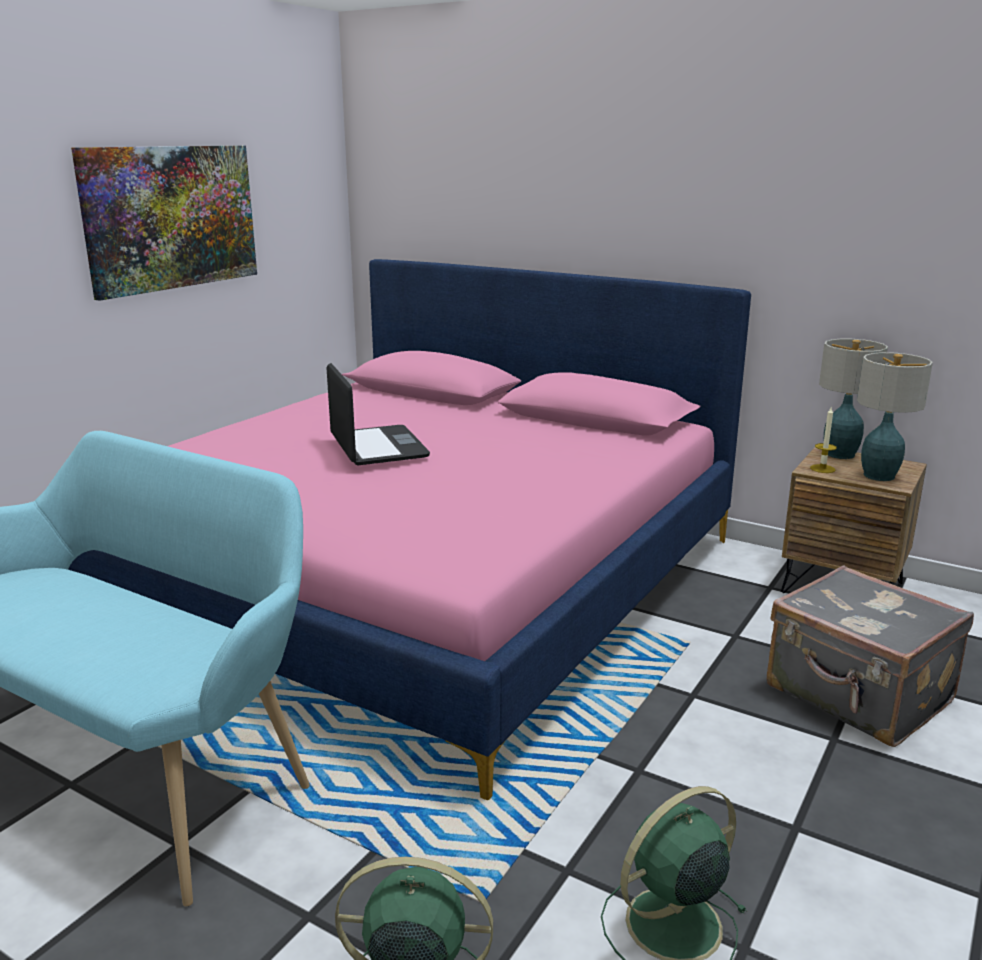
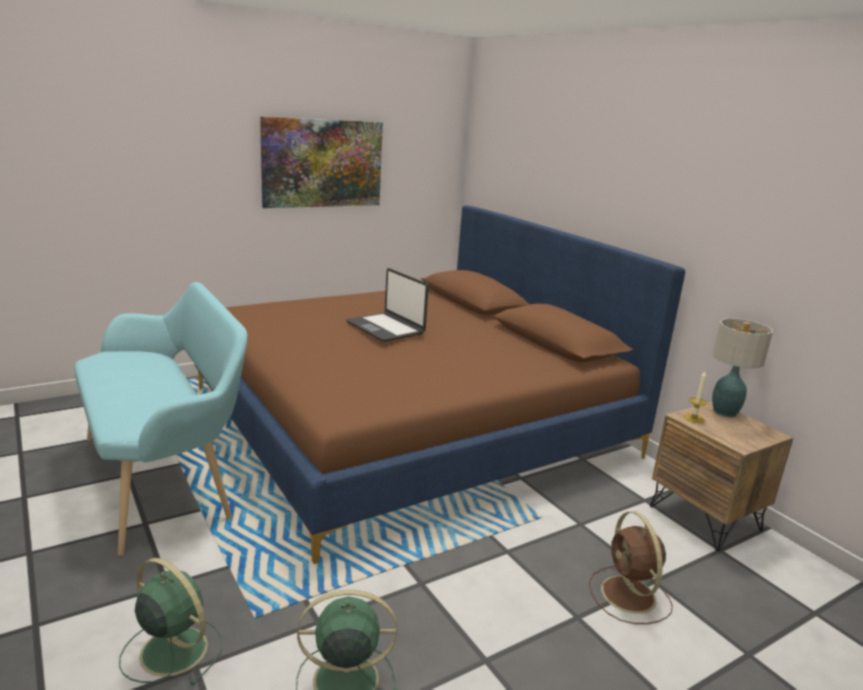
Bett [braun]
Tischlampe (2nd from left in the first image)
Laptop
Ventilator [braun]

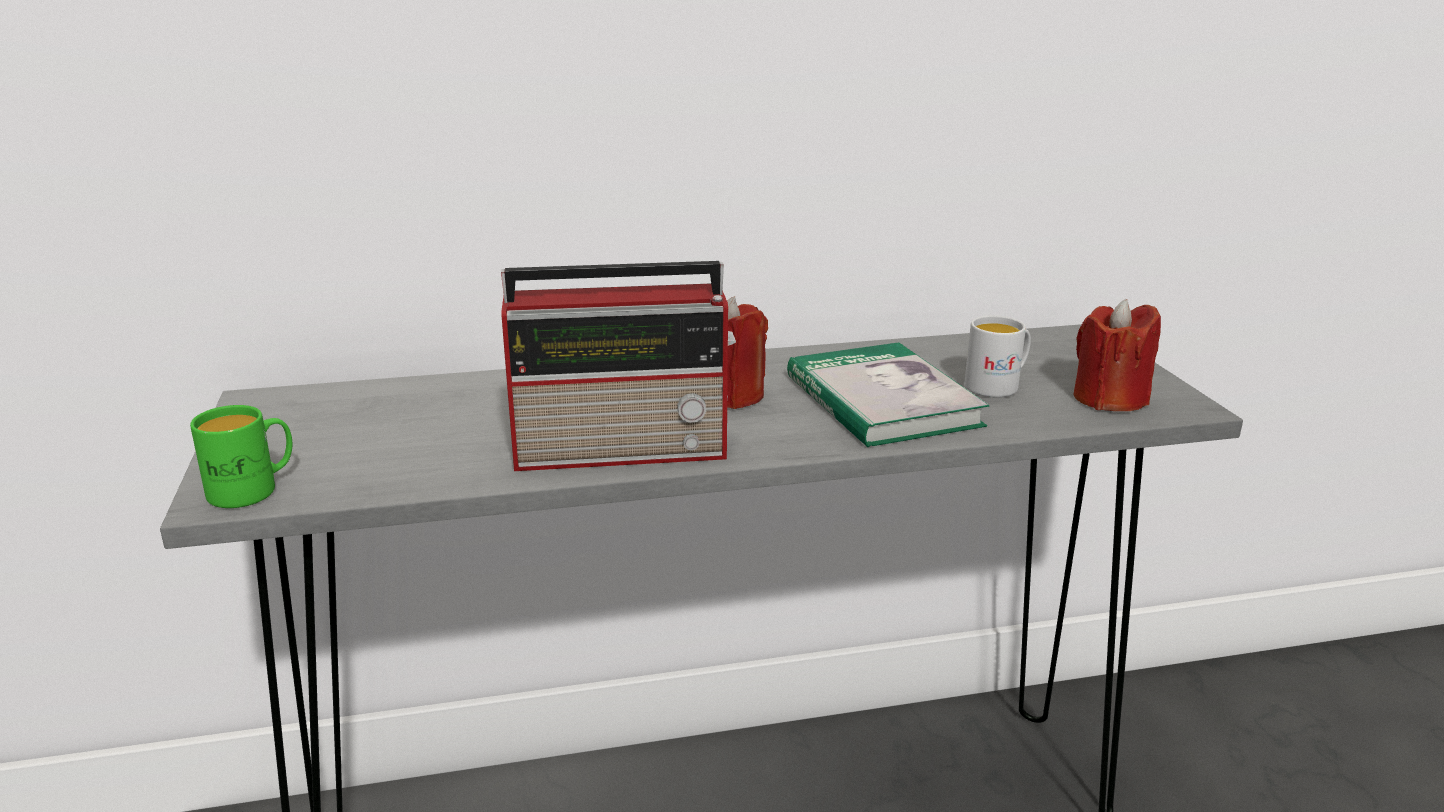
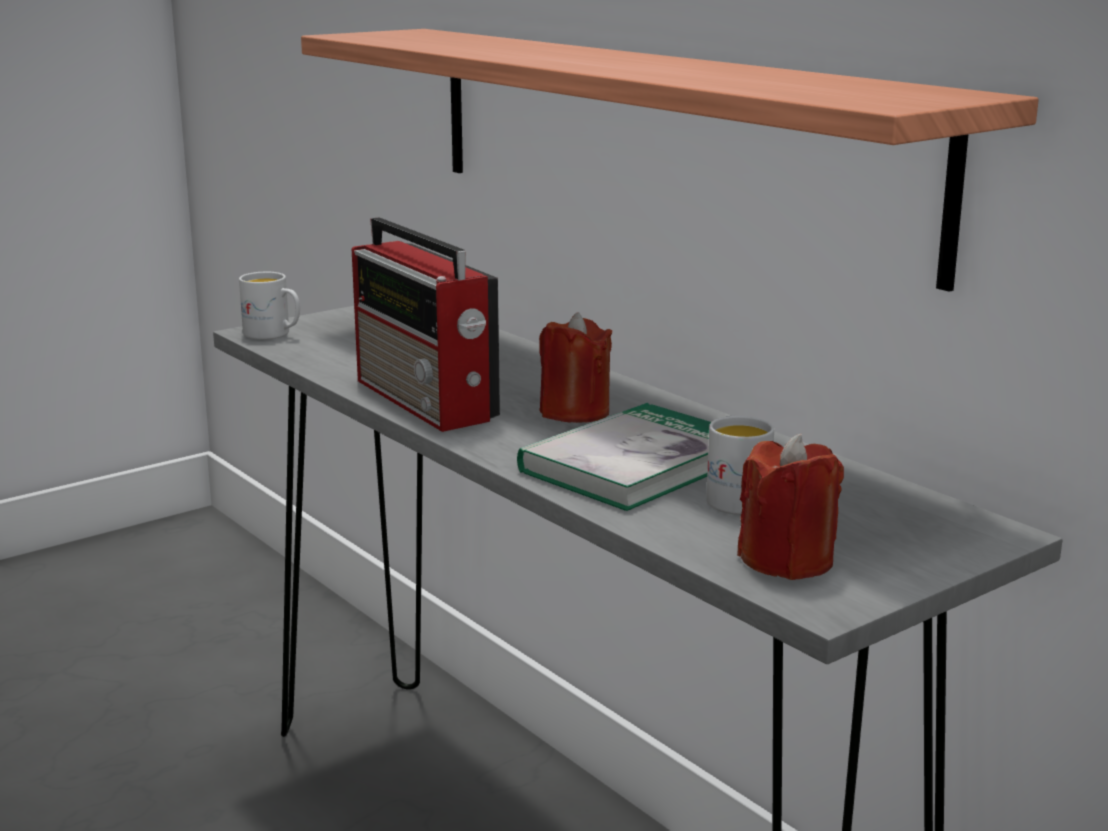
Henkelbecher [weiß] (1st from left)
Wandregal

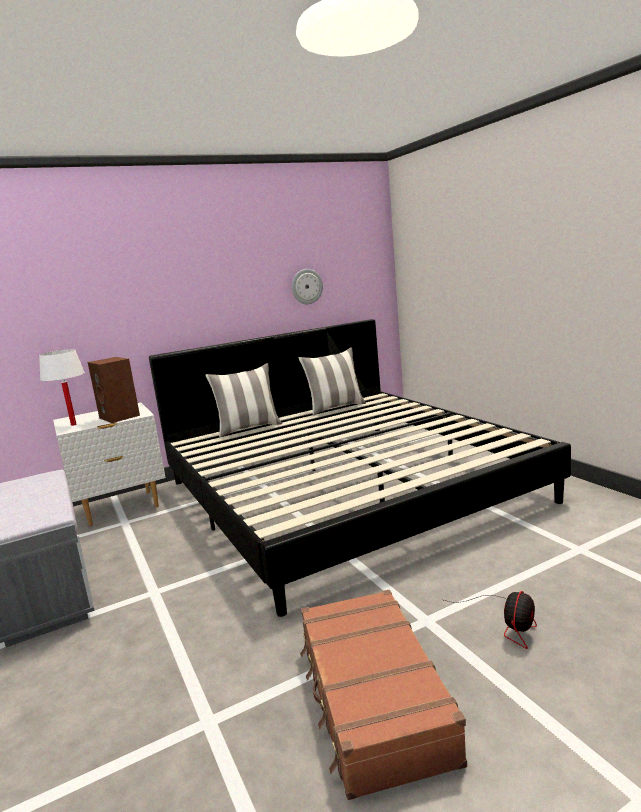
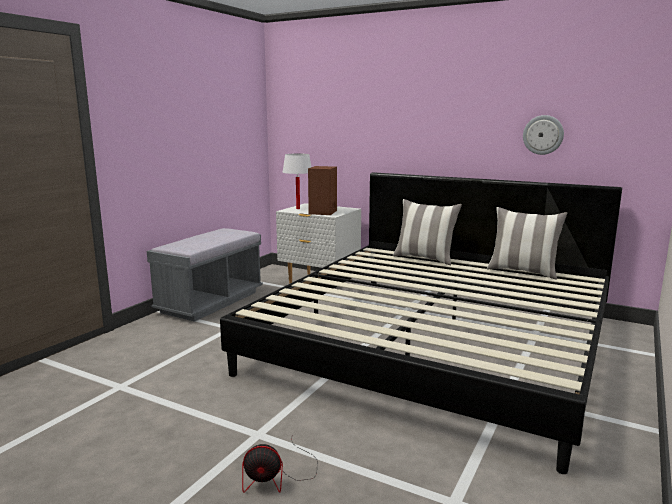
Koffer [braun]

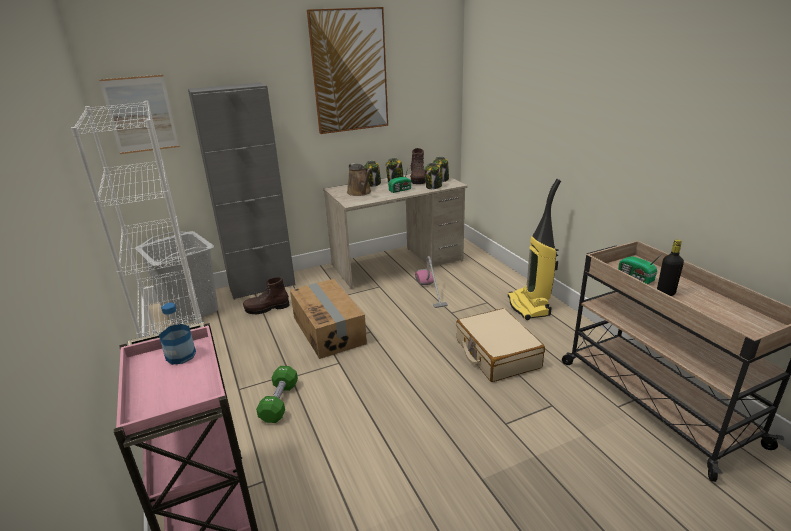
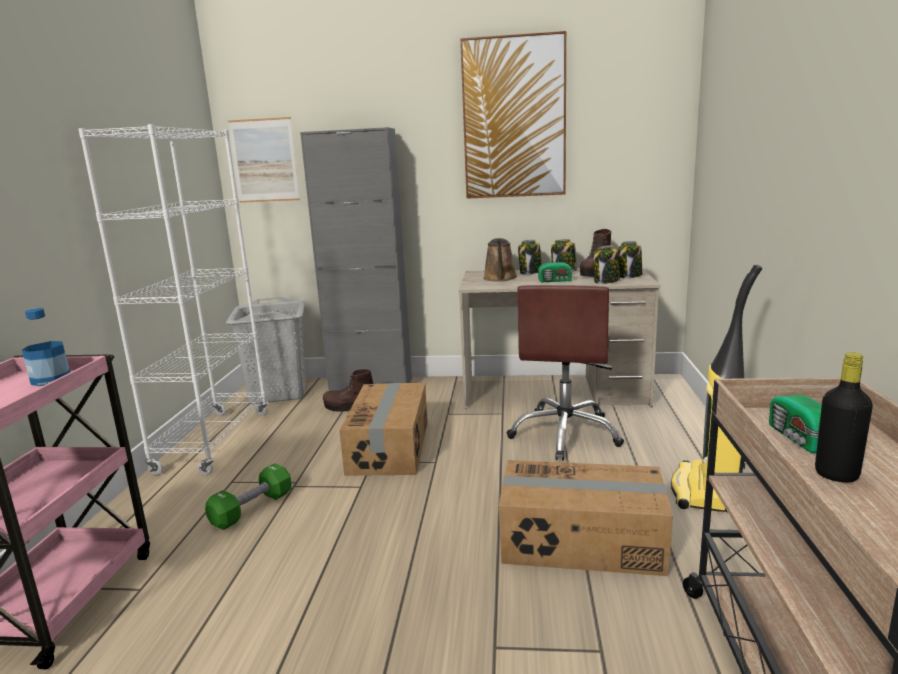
Bürostuhl [braun]
Karton (2nd from left)

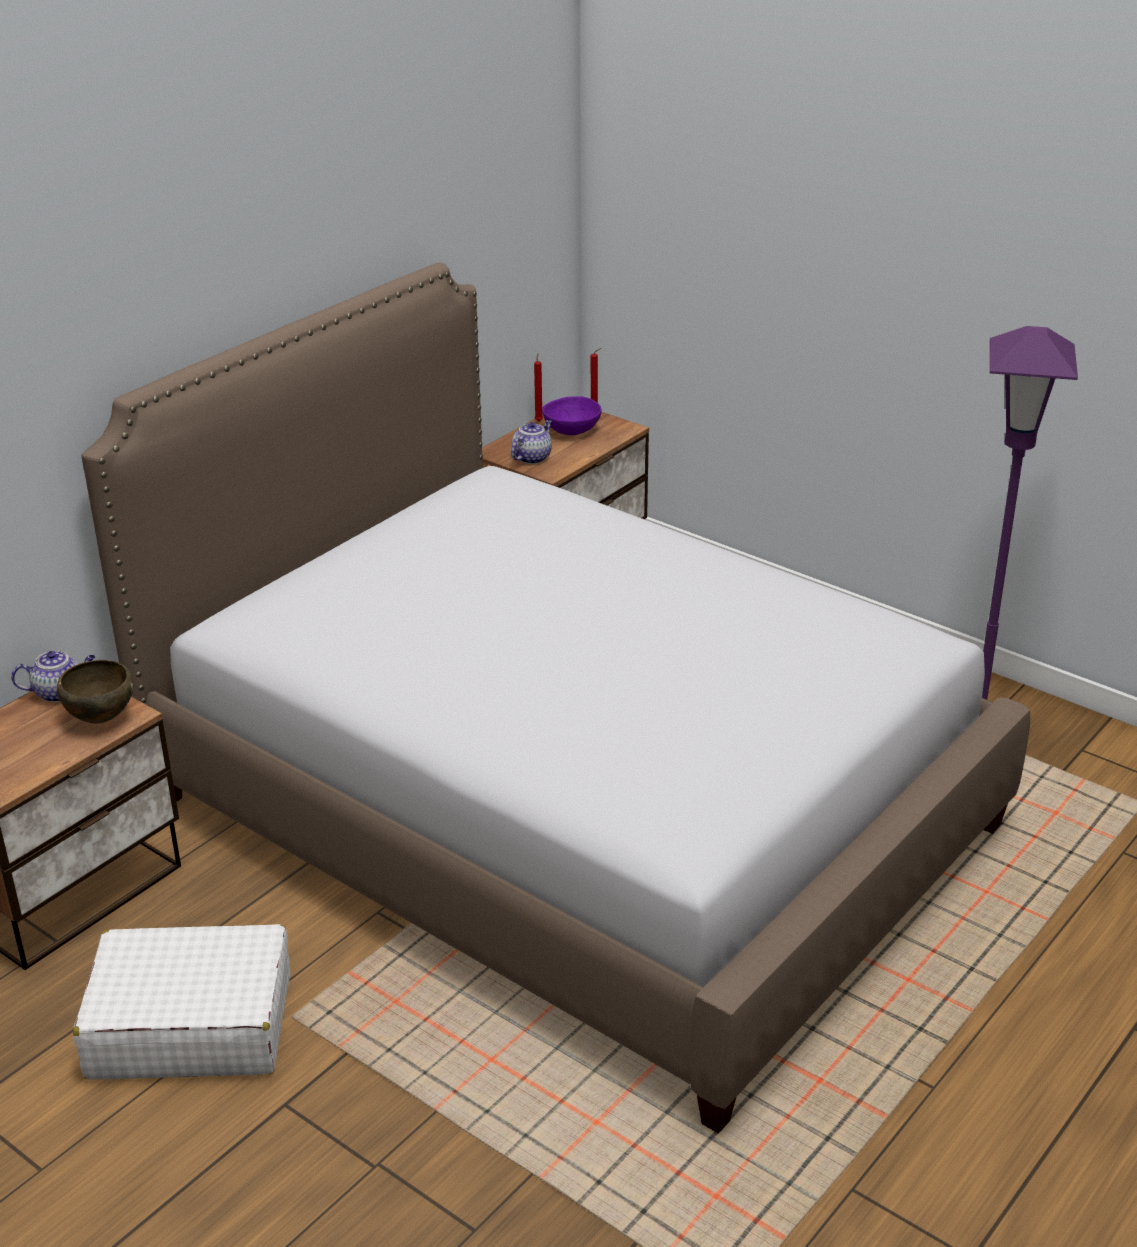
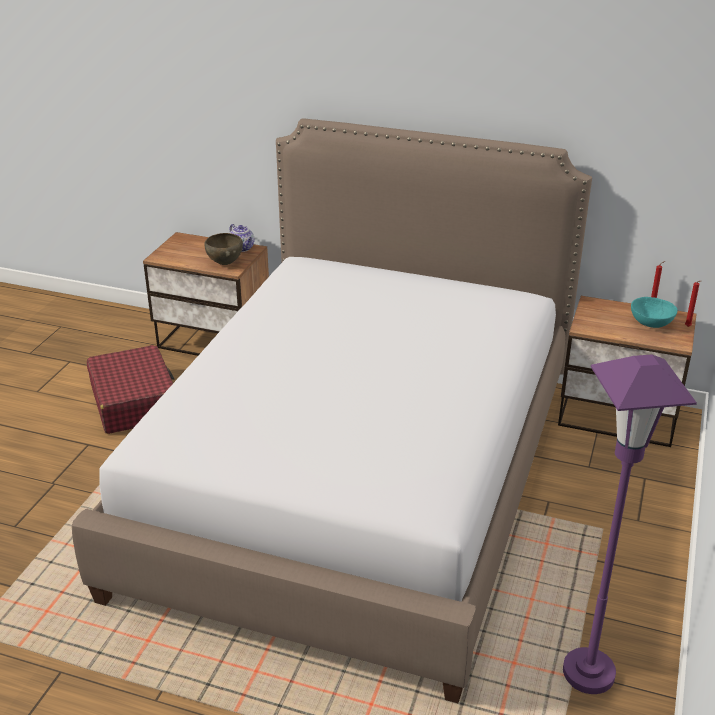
Schüssel [türkis]
Teekanne (2nd from left in the first image)
Koffer [rot]

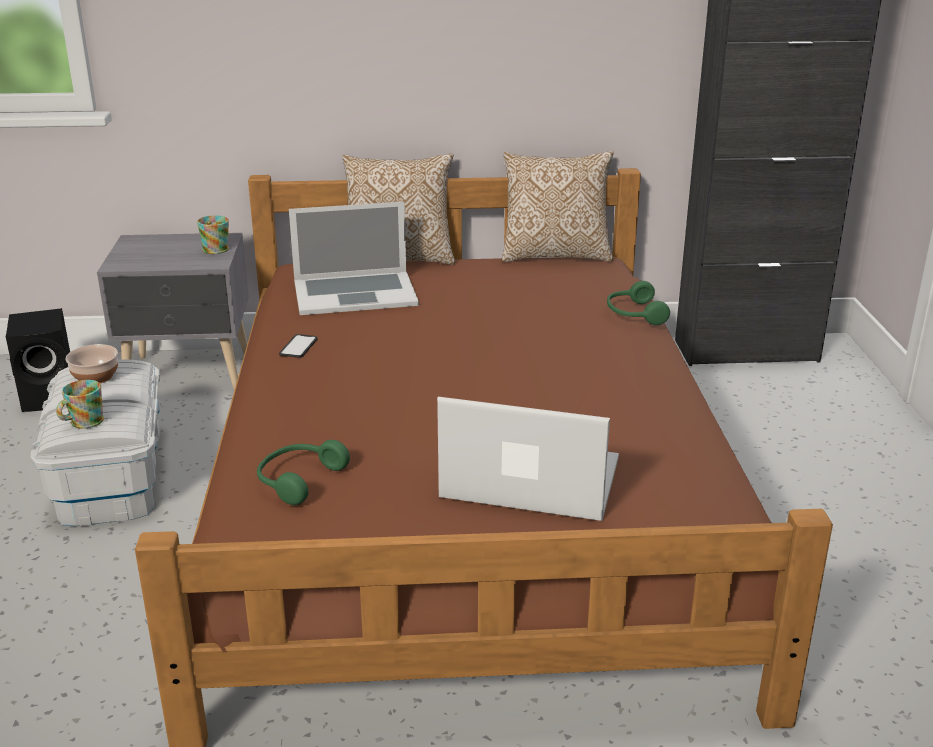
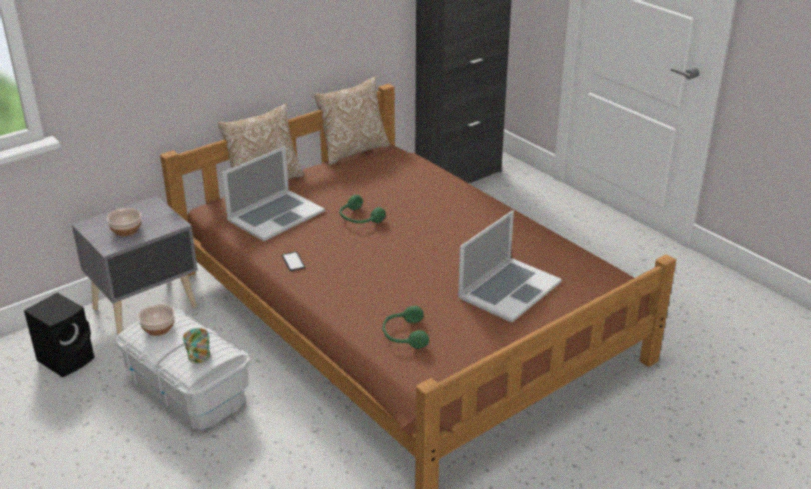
Henkelbecher (2nd from left in the first image)
Kopfhörer [grün] (1st from left)
Laptop (2nd from left)
Schüssel (1st from left)

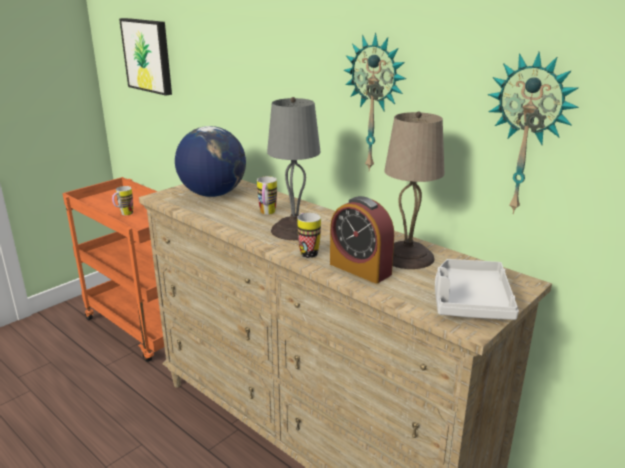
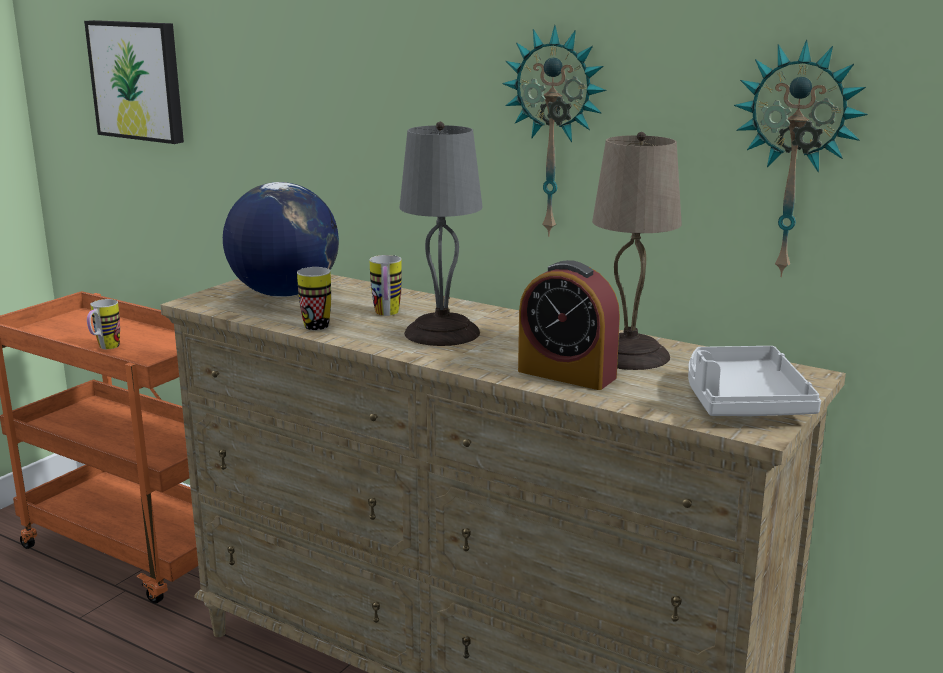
Henkelbecher (2nd from left)

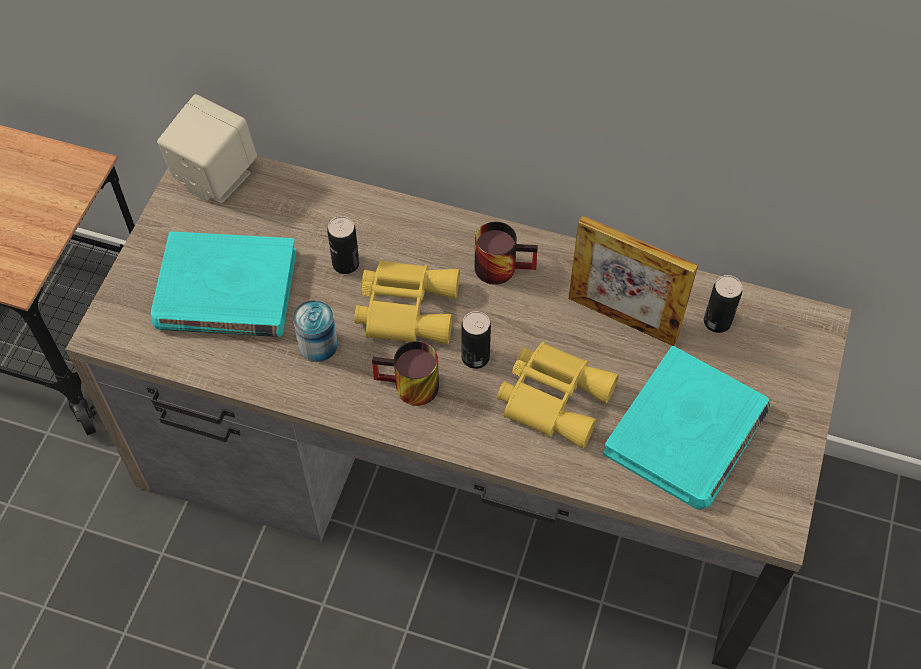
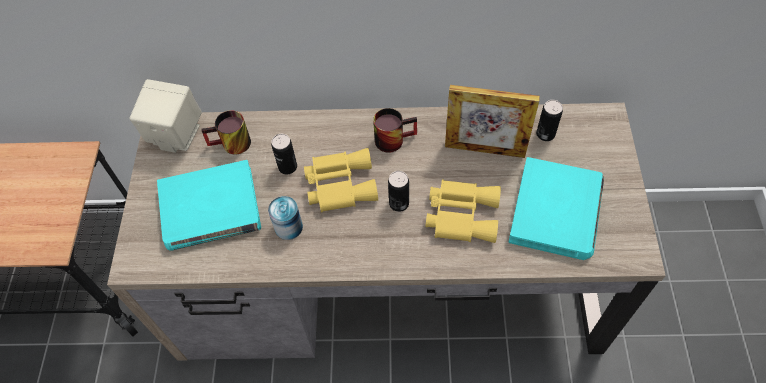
Henkelbecher (1st from left)

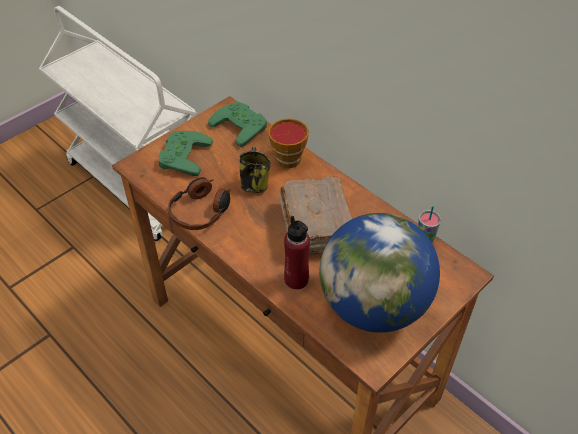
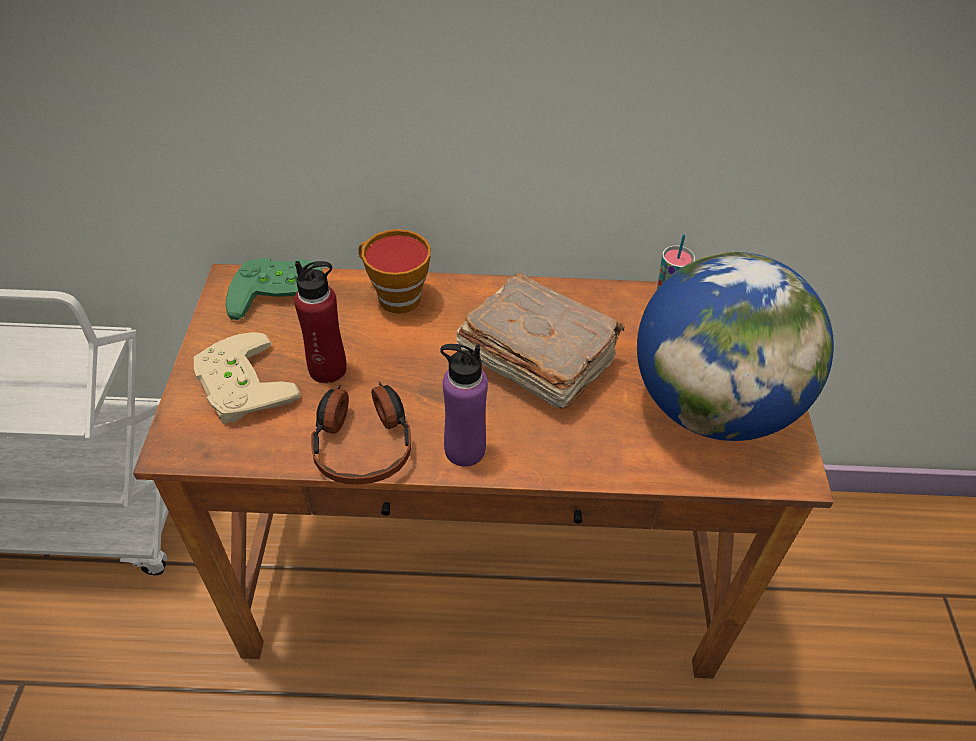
Gamepad [beige]
Henkelbecher
Flasche [rot]
Flasche [lila]

